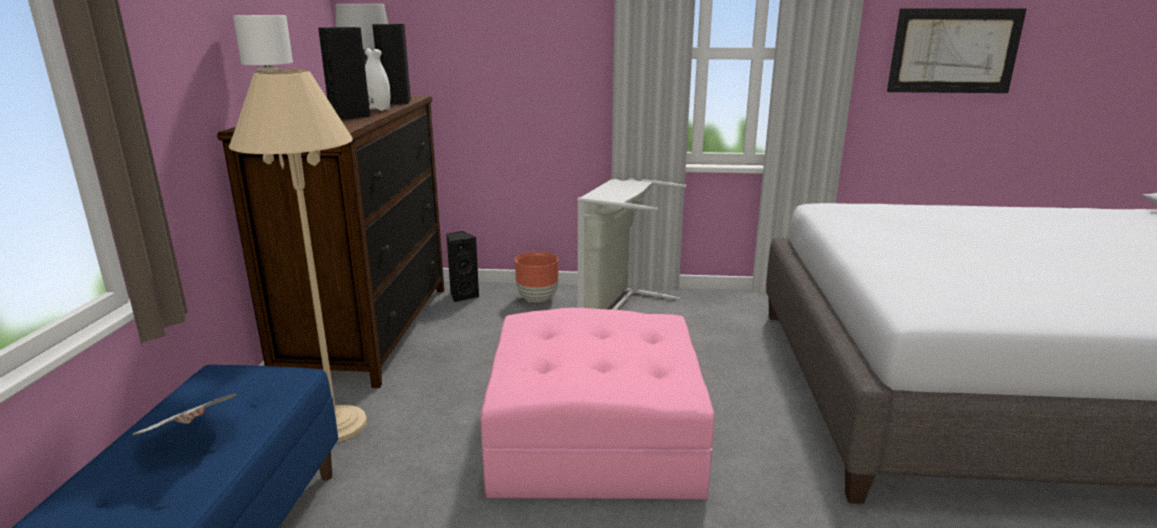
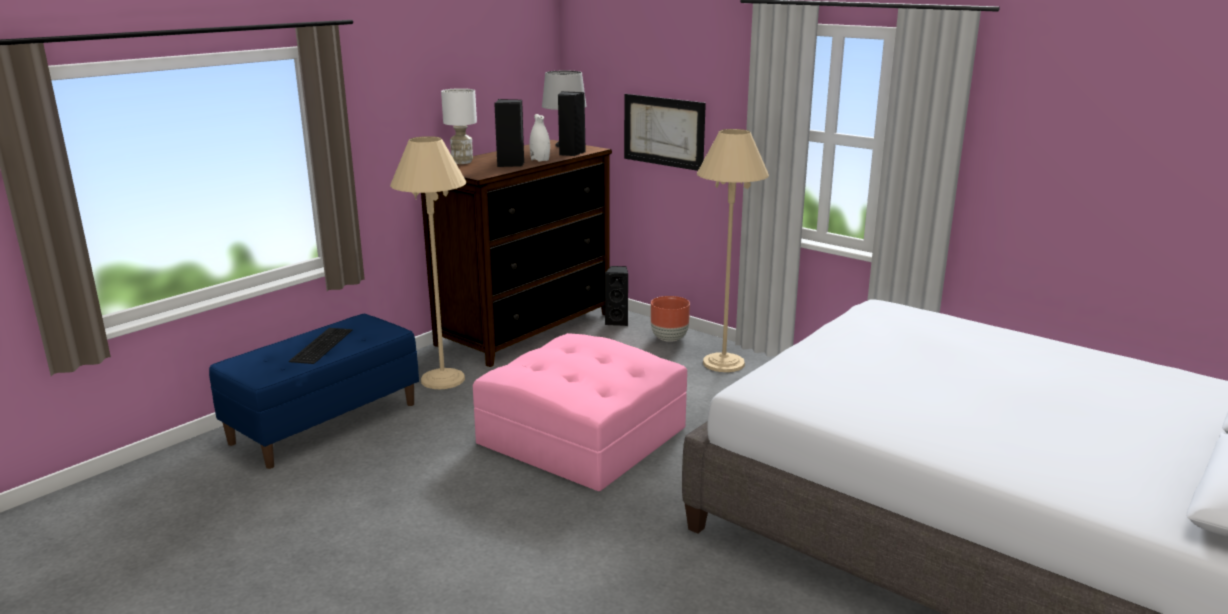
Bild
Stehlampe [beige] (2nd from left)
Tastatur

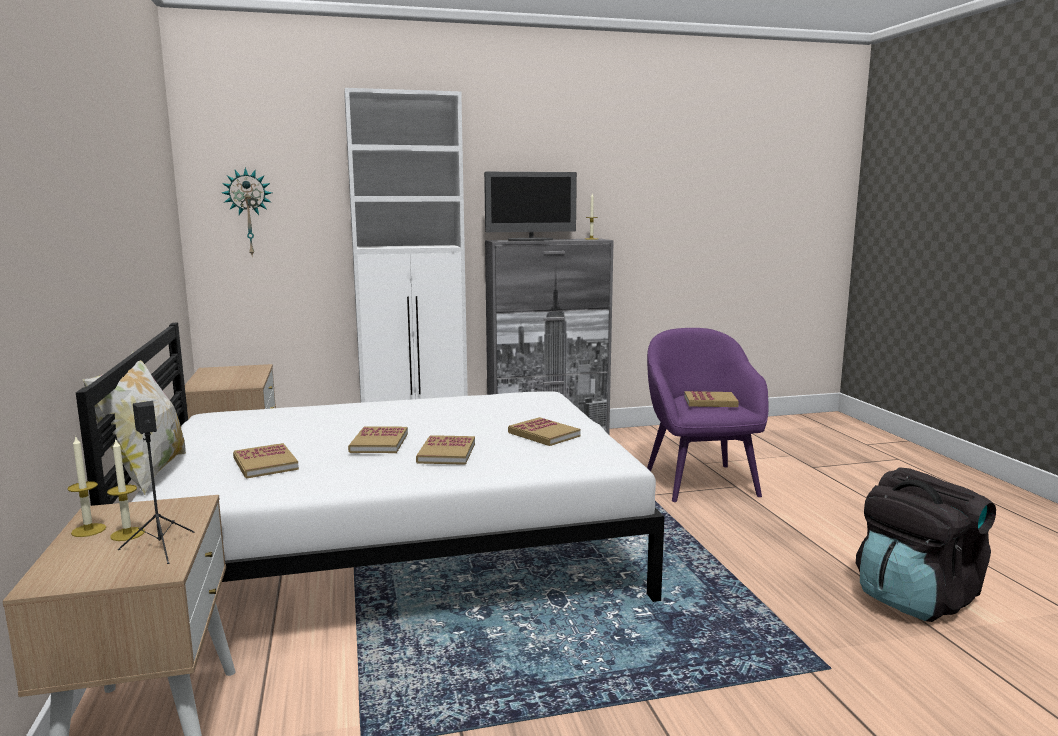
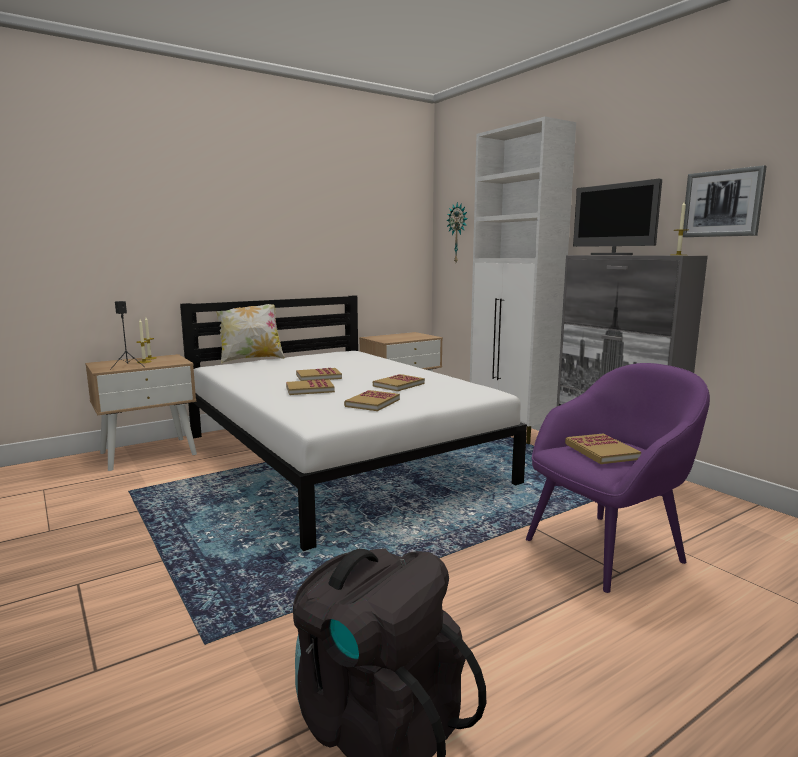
Buch (4th from left)
Bild

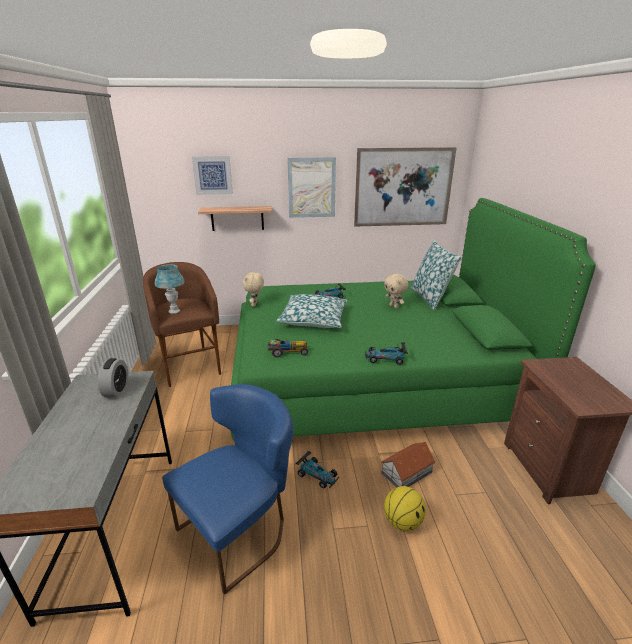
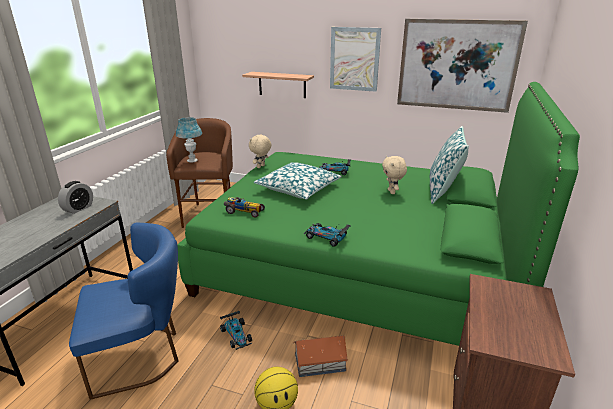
Bild (1st from left in the first image)

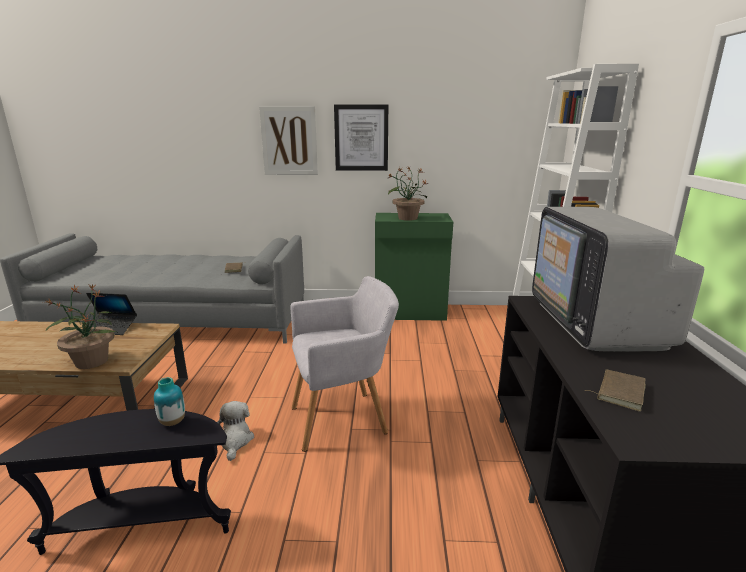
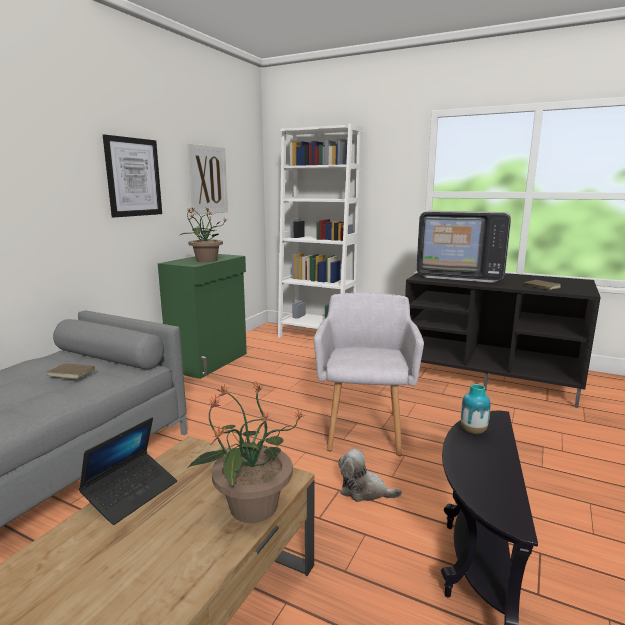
Bild (2nd from left)

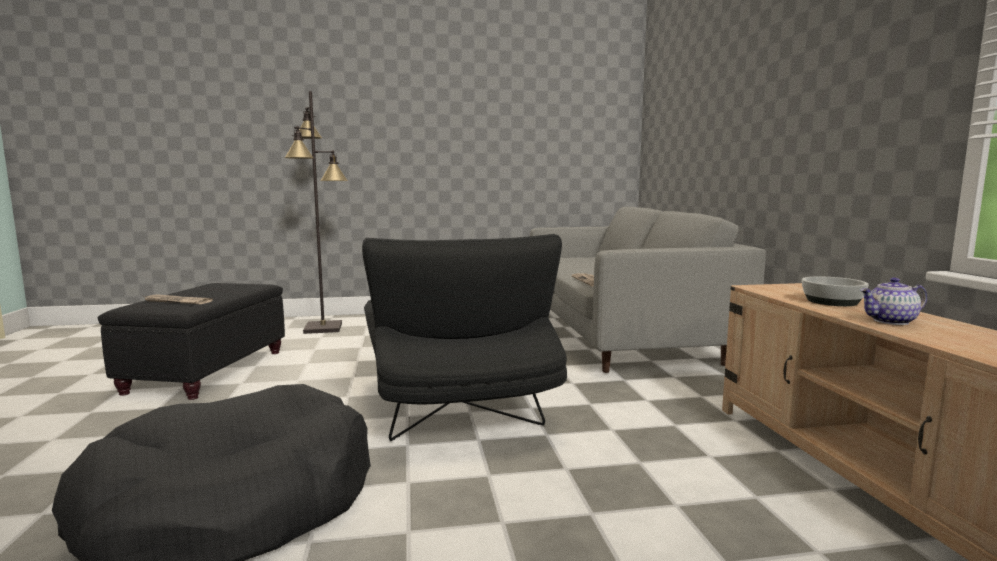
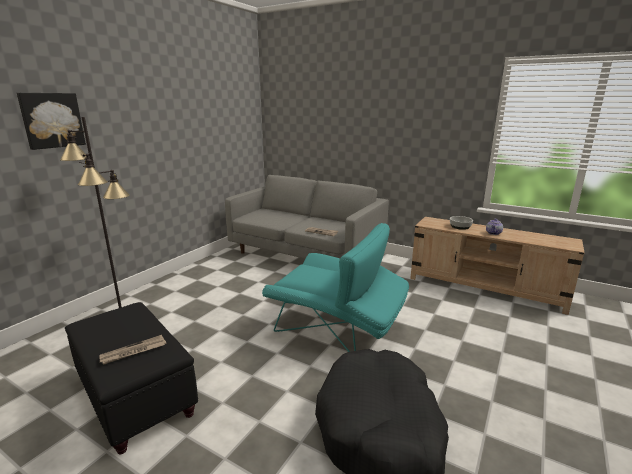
Sessel [türkis]
Bild

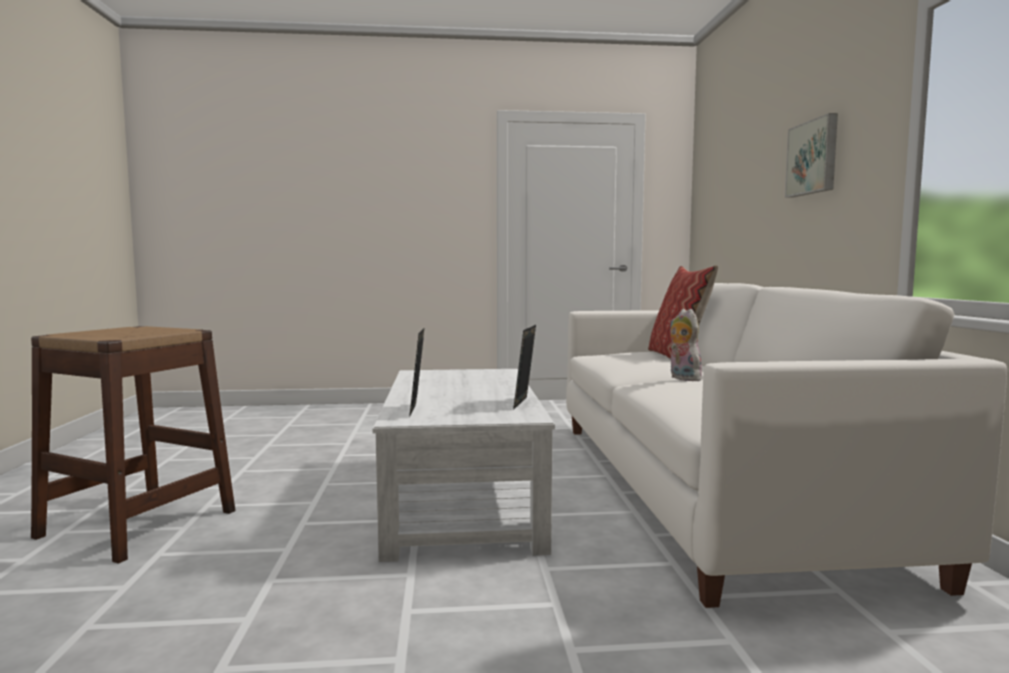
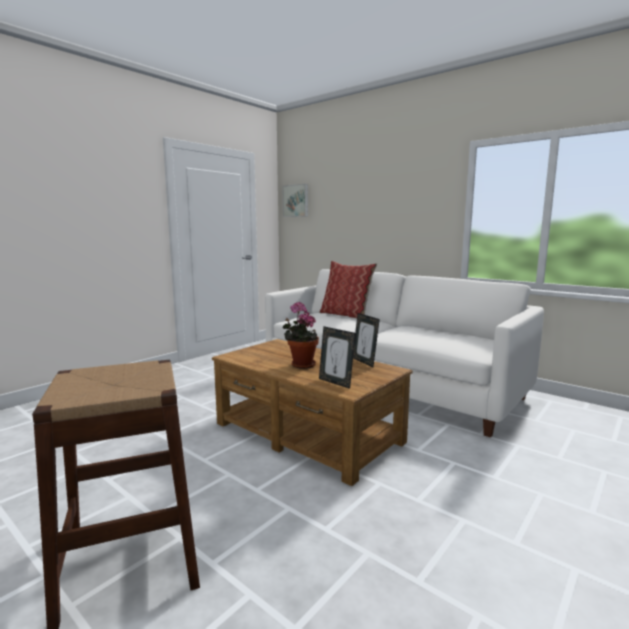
Bild
Plüschtier
Couchtisch [braun]
Topfpflanze

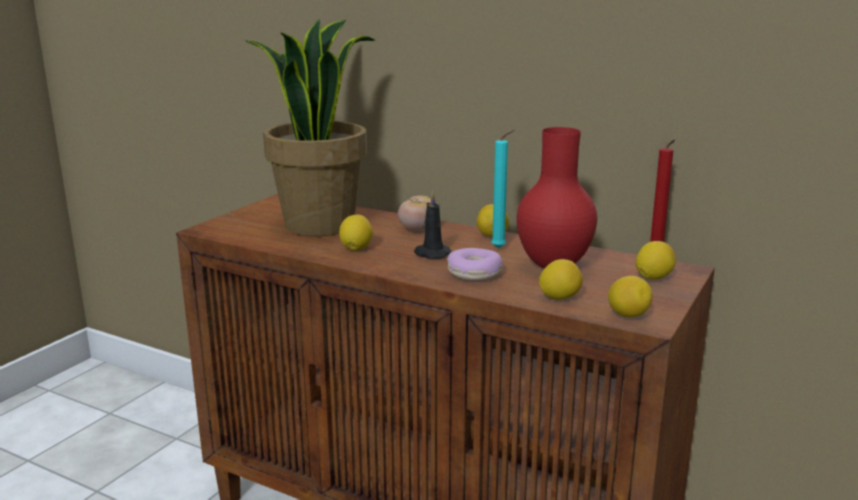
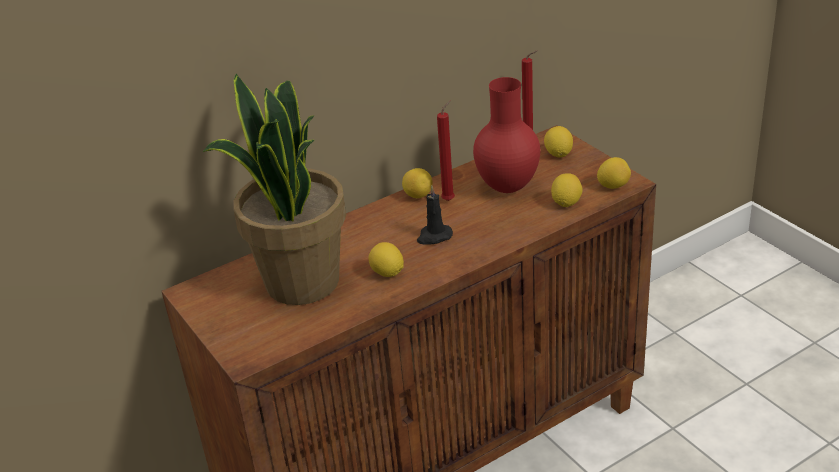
Kerze [rot] (1st from left)
Tomate
Donut

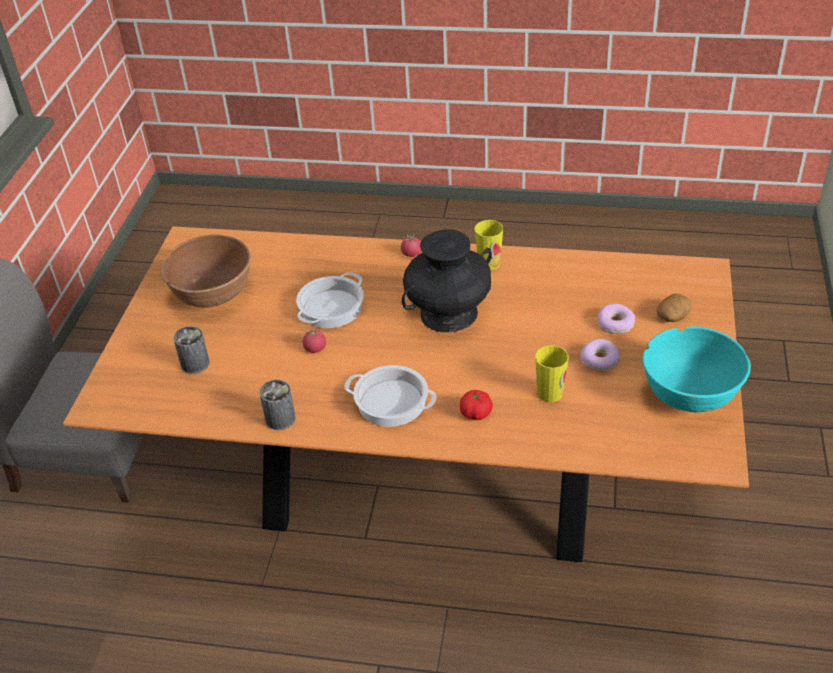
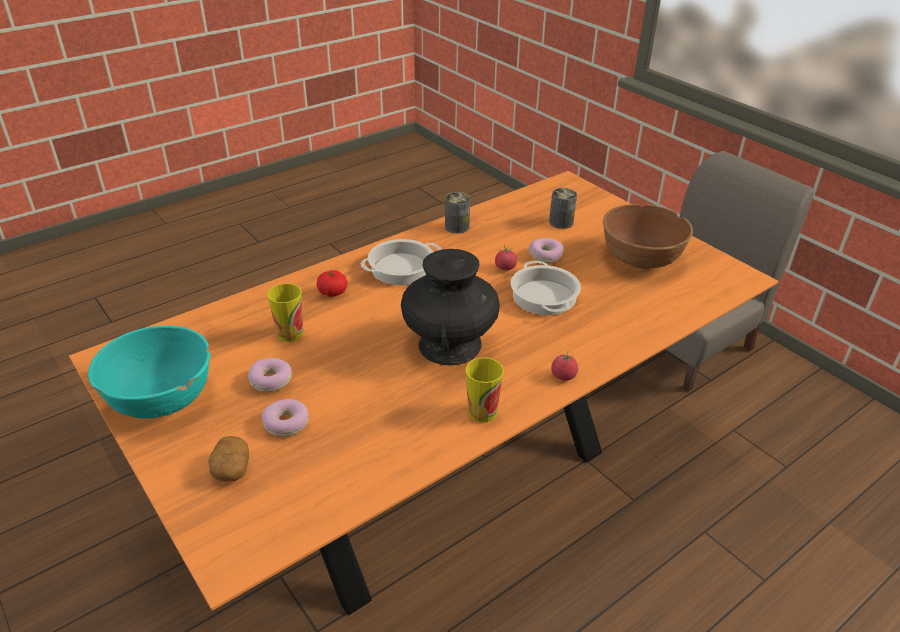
Donut (3rd from left)

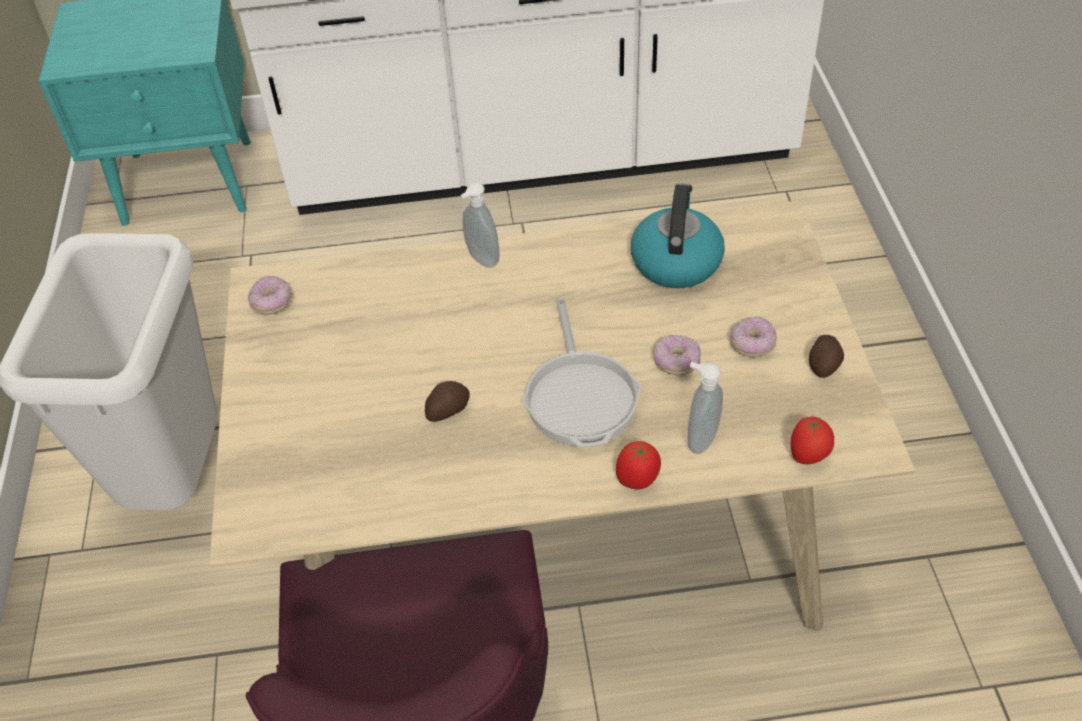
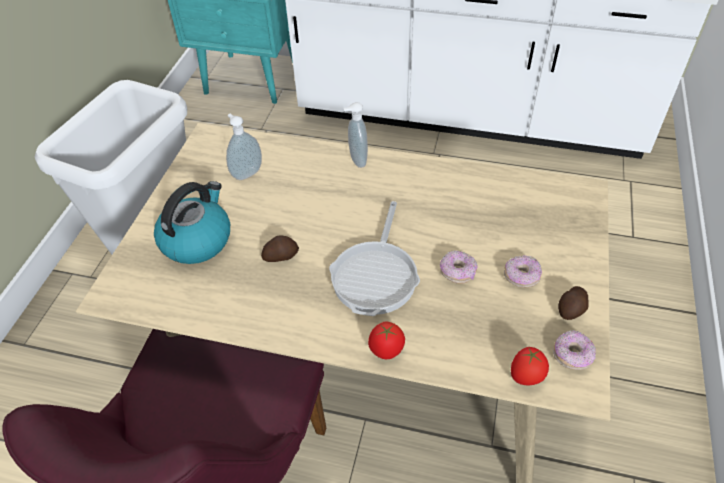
Wasserkessel
Donut (3rd from left)
Seifenspender (1st from left)

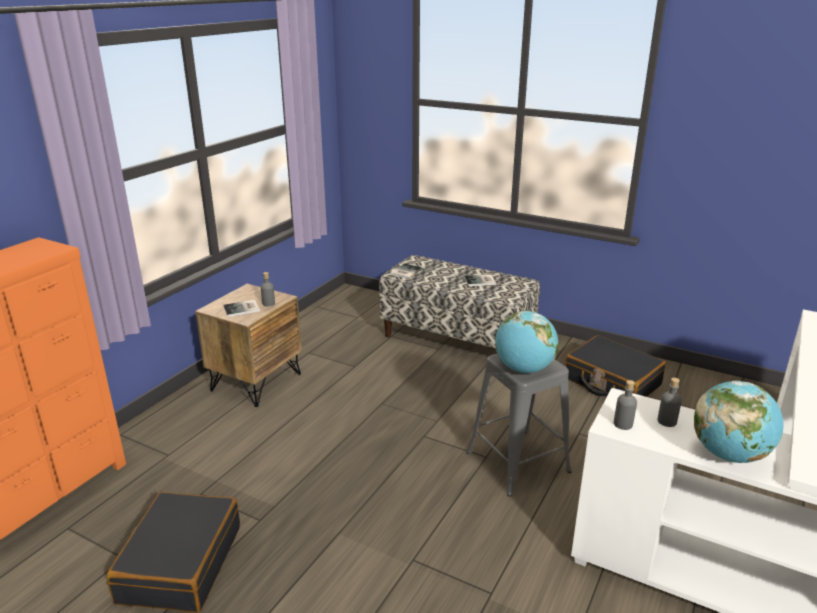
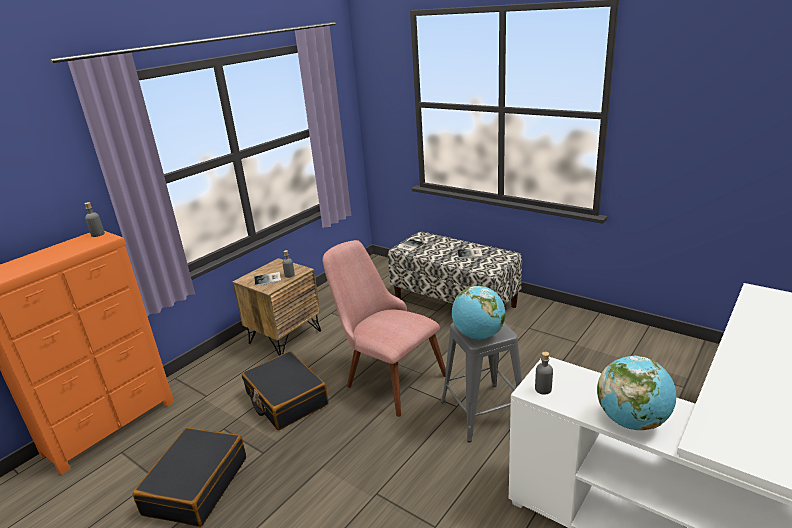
Koffer [schwarz] (2nd from left)
Flasche [grau] (1st from left)
Stuhl [rosa]

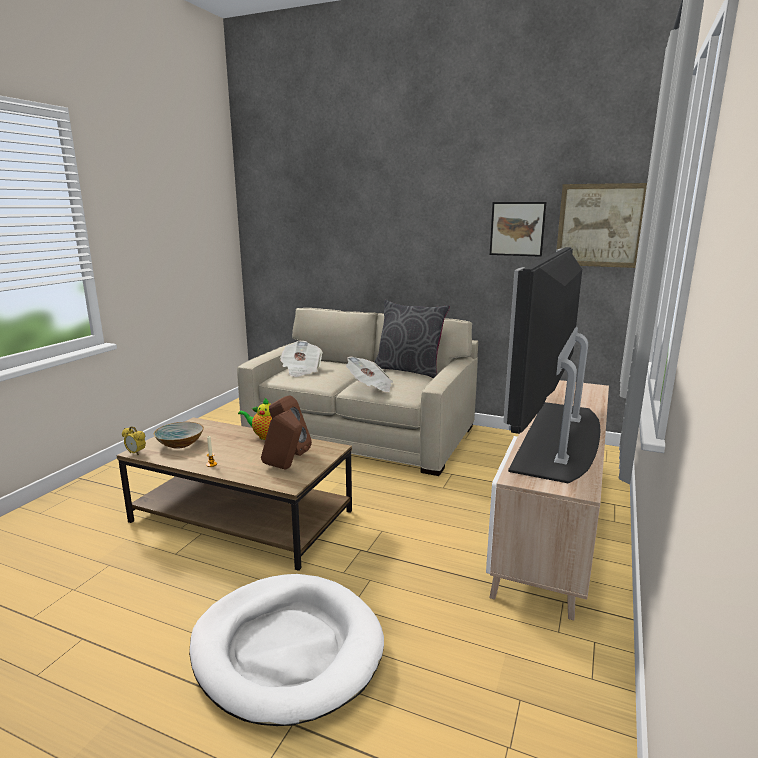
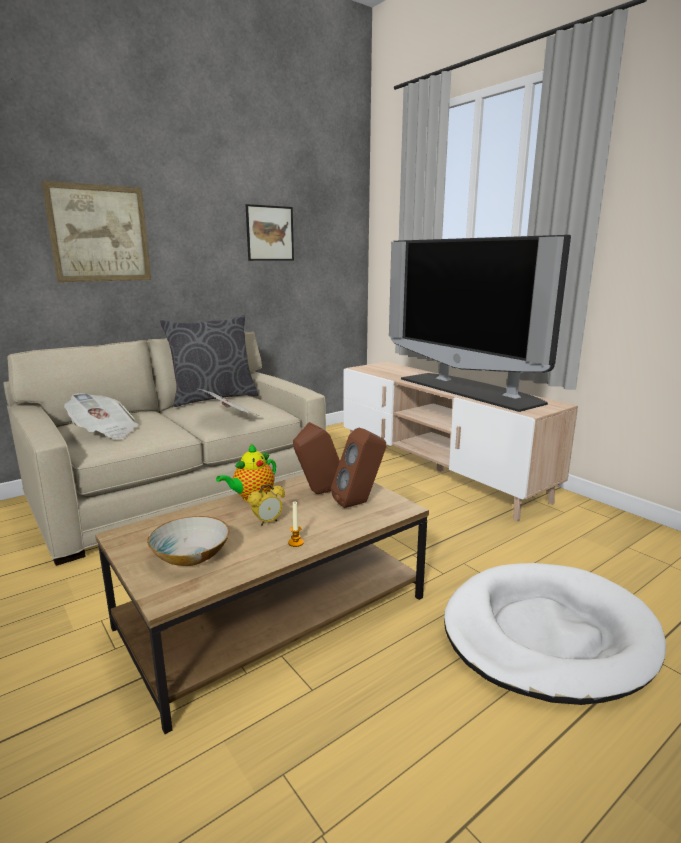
Bild (1st from left)
Wecker

